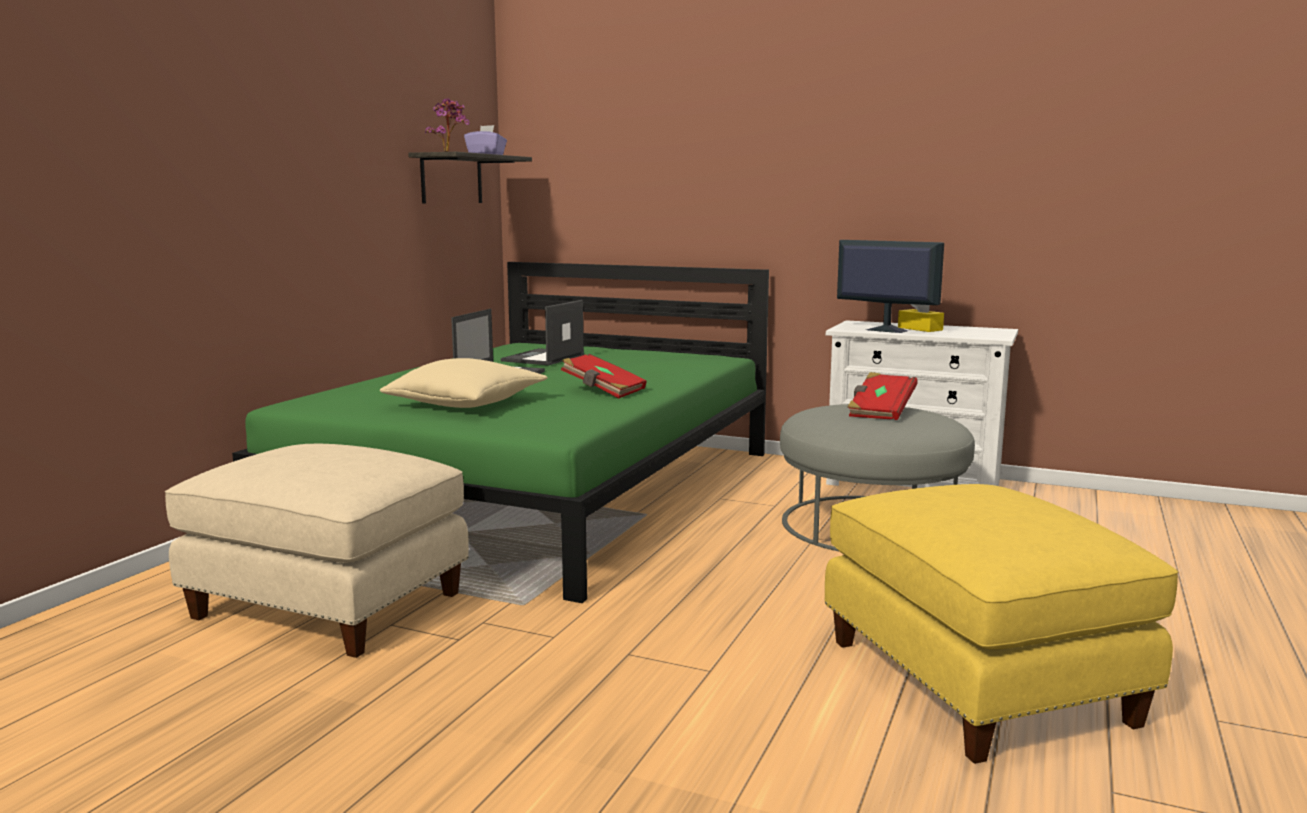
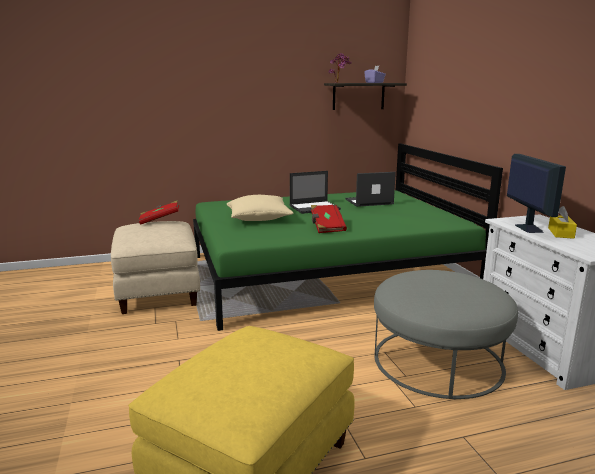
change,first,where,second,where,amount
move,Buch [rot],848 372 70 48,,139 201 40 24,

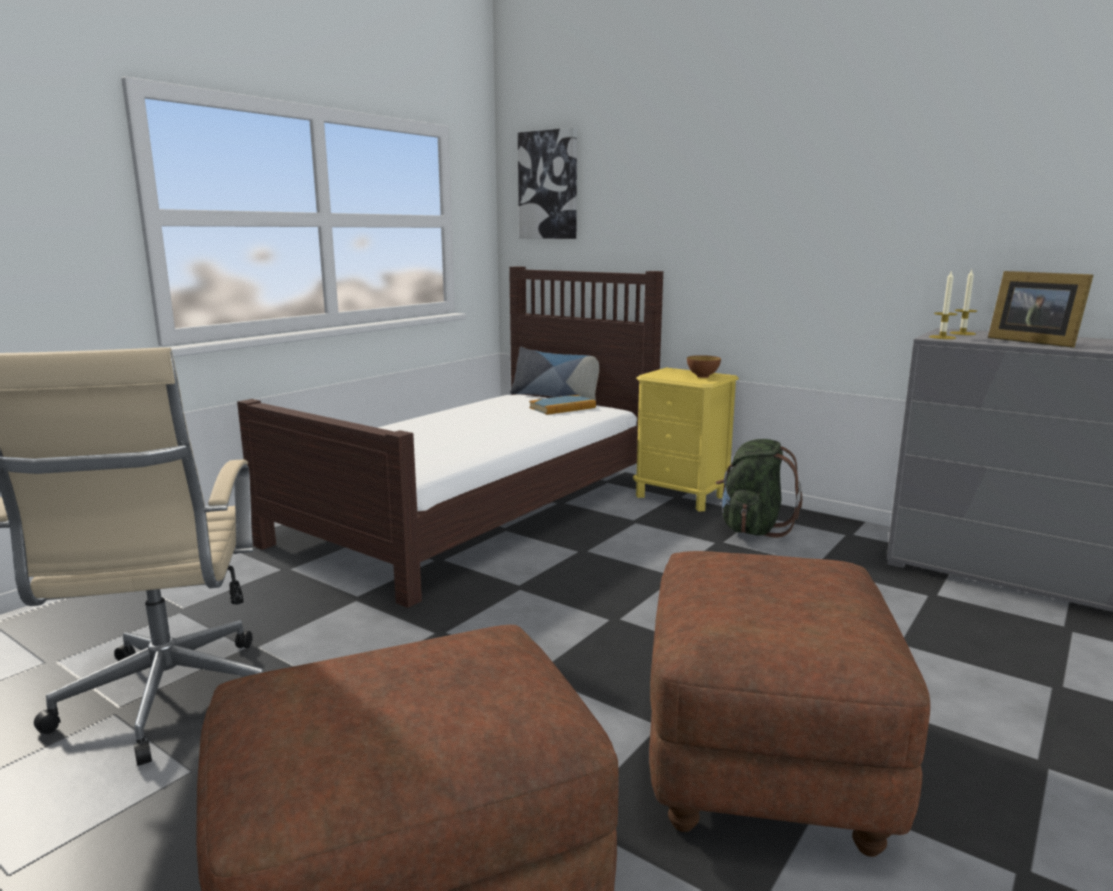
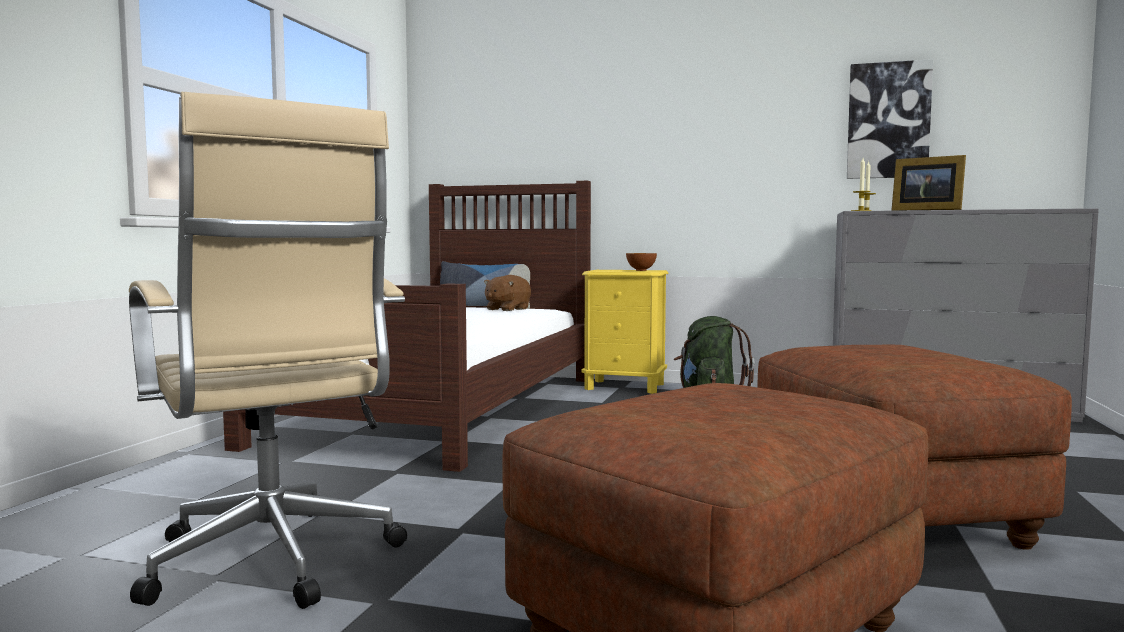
change,first,where,second,where,amount
replace,Buch,529 395 67 20,Plüschtier [braun],484 275 47 36,
move,Bild,518 127 59 112,,847 59 86 120,

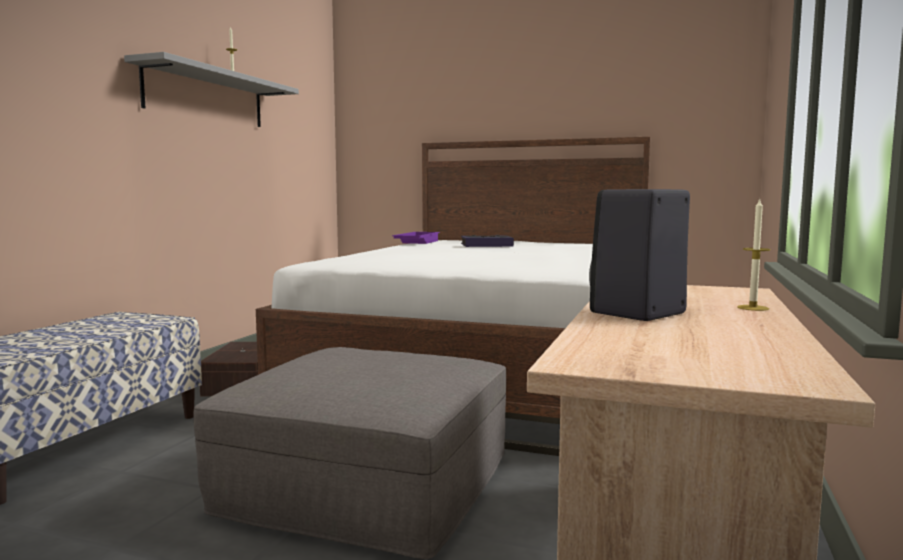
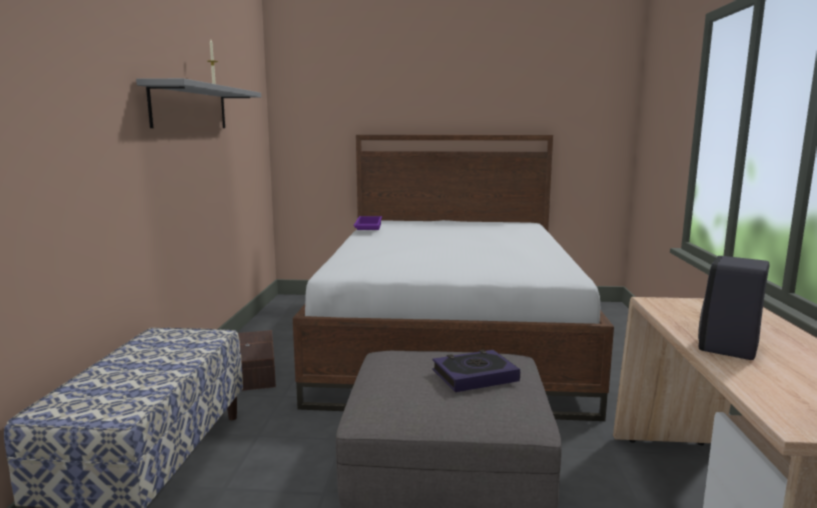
change,first,where,second,where,amount
move,Buch,461 235 53 12,,432 350 88 42,
delete,Kerze,737 198 33 113,,,

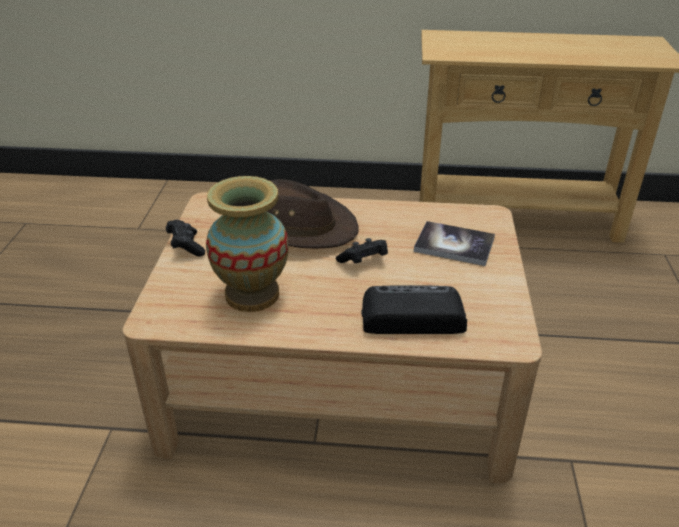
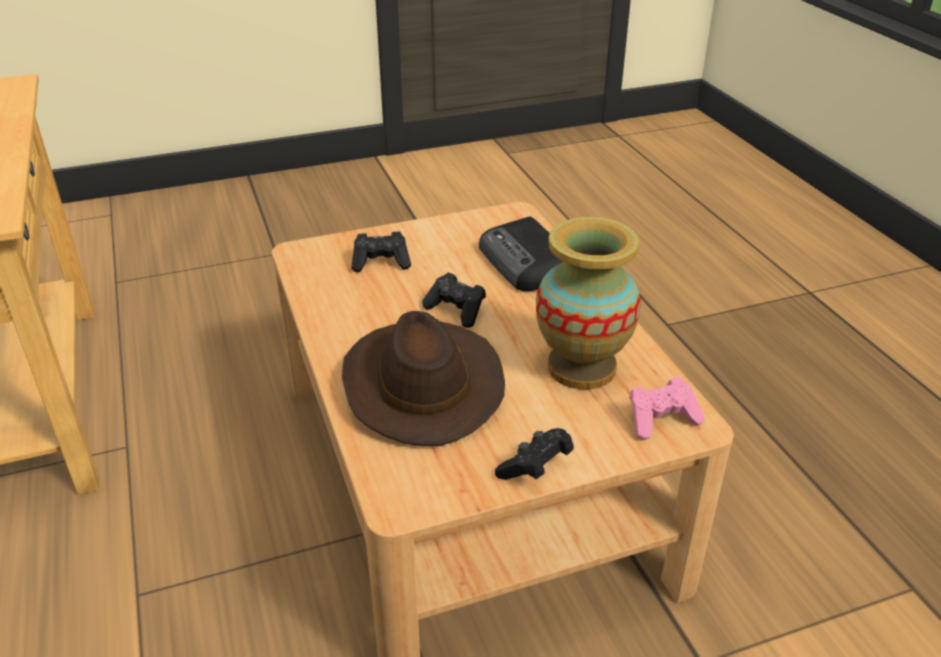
change,first,where,second,where,amount
replace,Buch,414 221 81 45,Gamepad [schwarz],351 232 60 40,
insert,,,Gamepad [rosa],629 377 75 63,

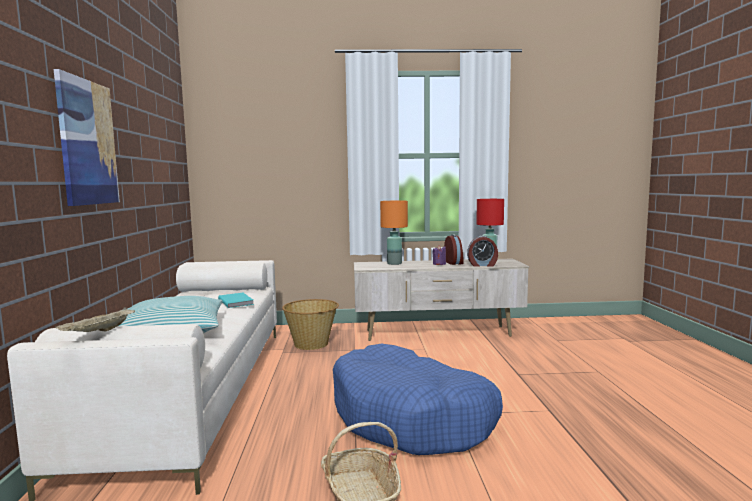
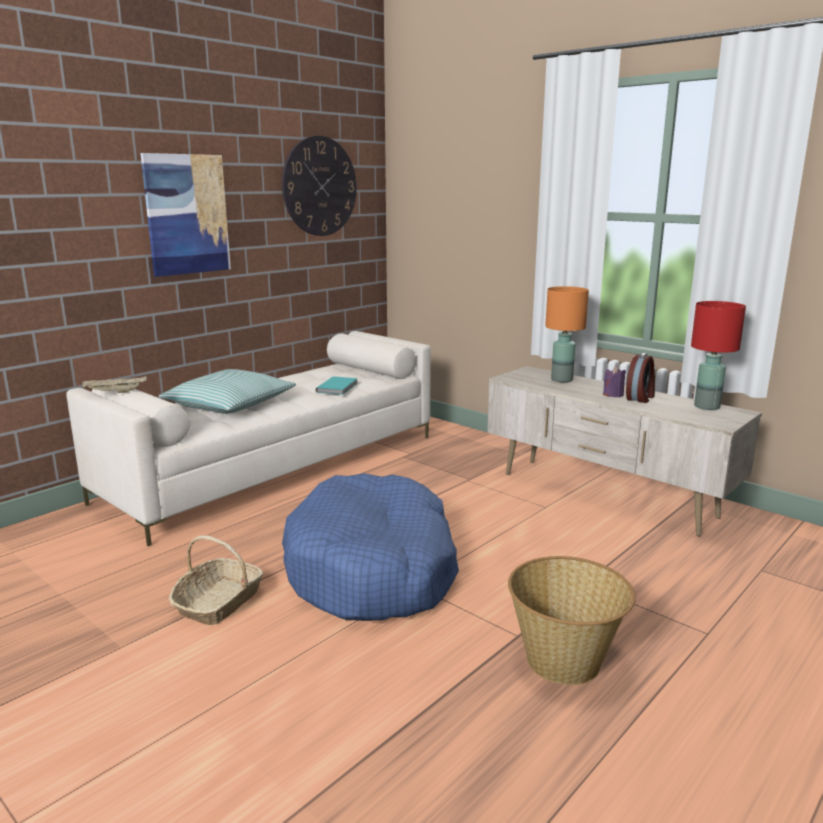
change,first,where,second,where,amount
insert,,,Wanduhr,282 136 75 100,
move,Korb,282 299 57 51,,508 556 128 129,
delete,Wecker,467 236 31 31,,,

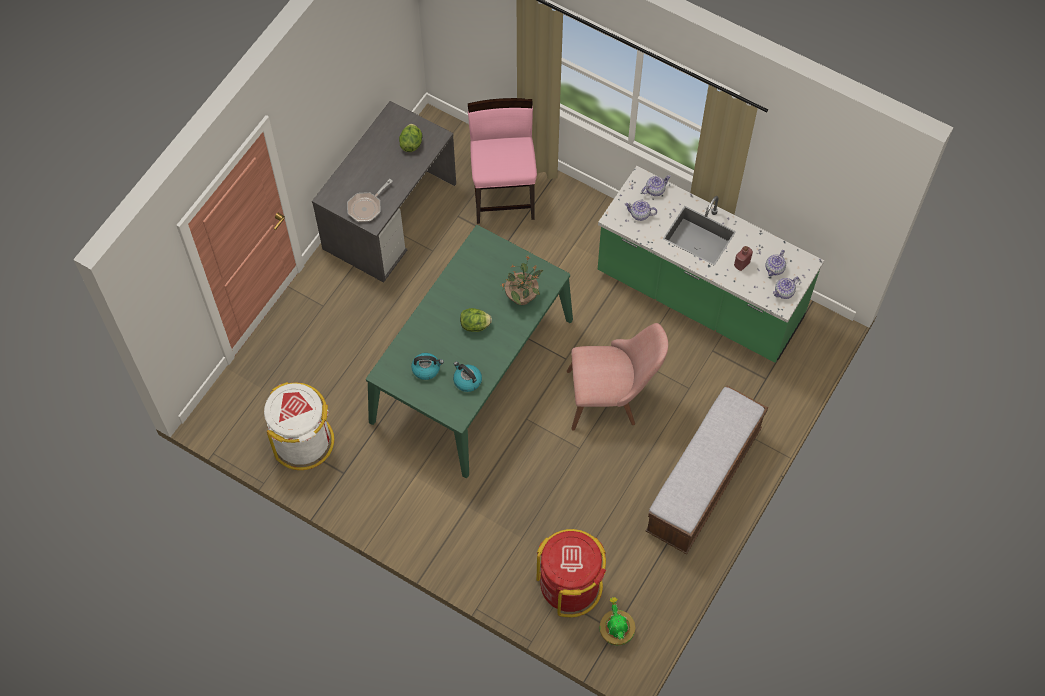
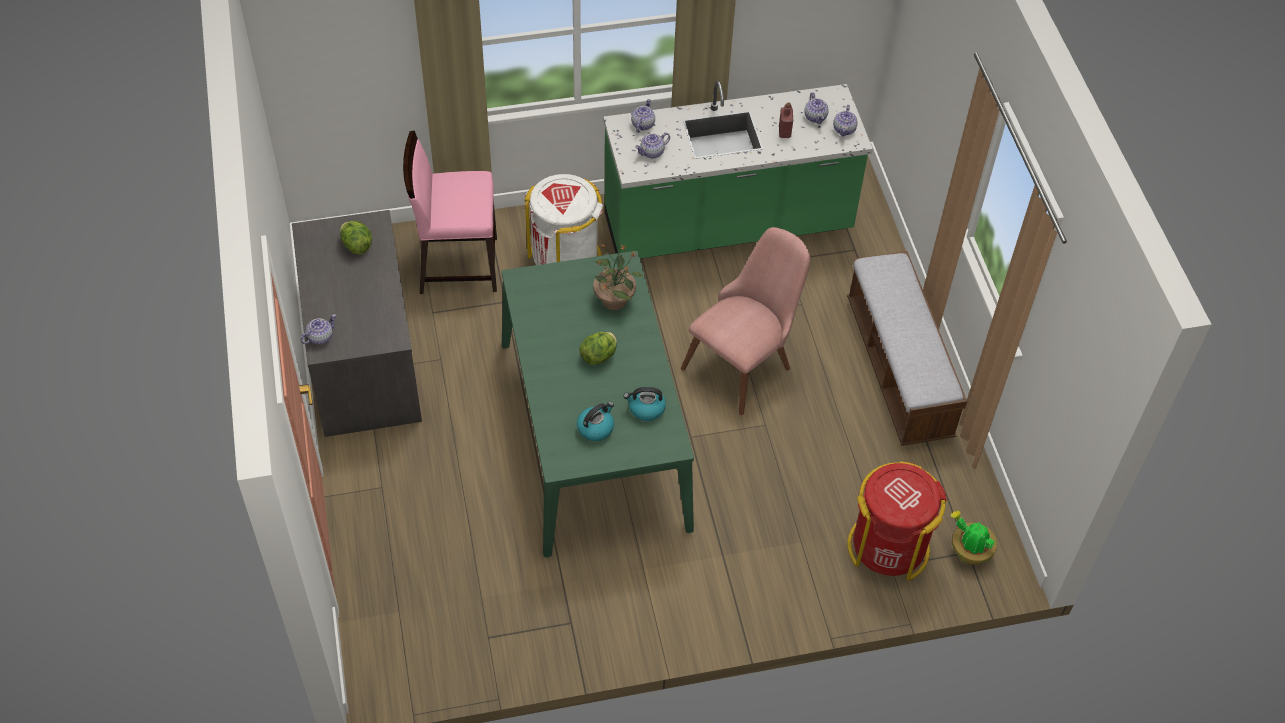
change,first,where,second,where,amount
insert,,,Teekanne,300 314 36 31,
rotate,Stuhl [rosa],468 98 69 126,,403 131 94 163,45 degrees counterclockwise
move,Mülleimer [weiß],264 382 70 88,,524 174 79 91,
delete,Pfanne,347 179 46 43,,,

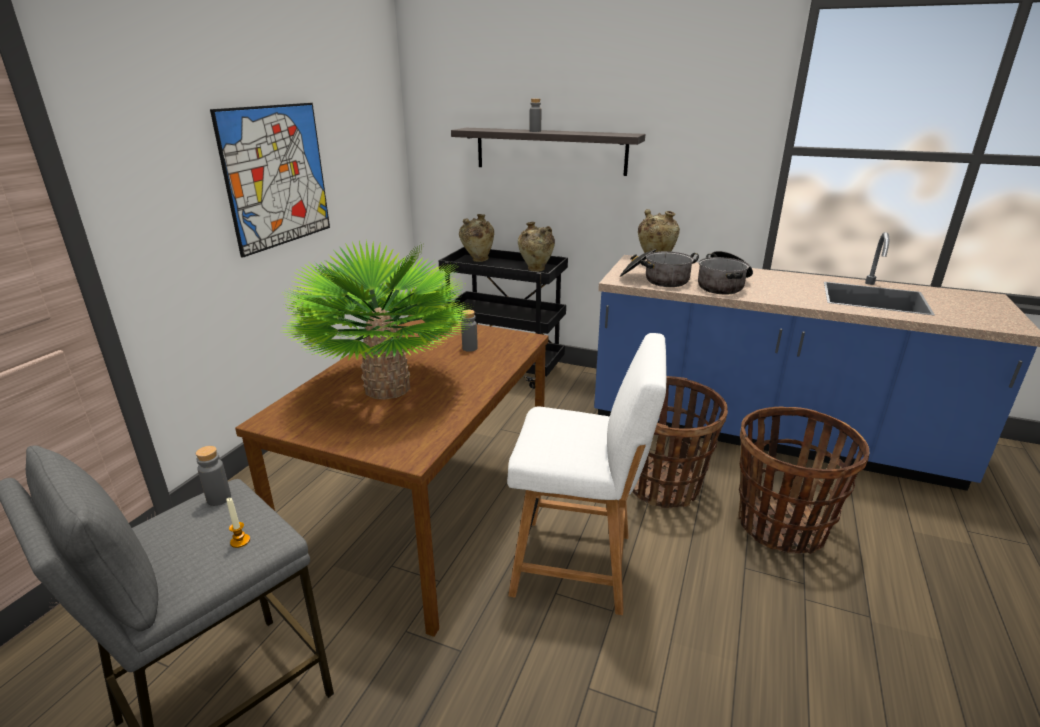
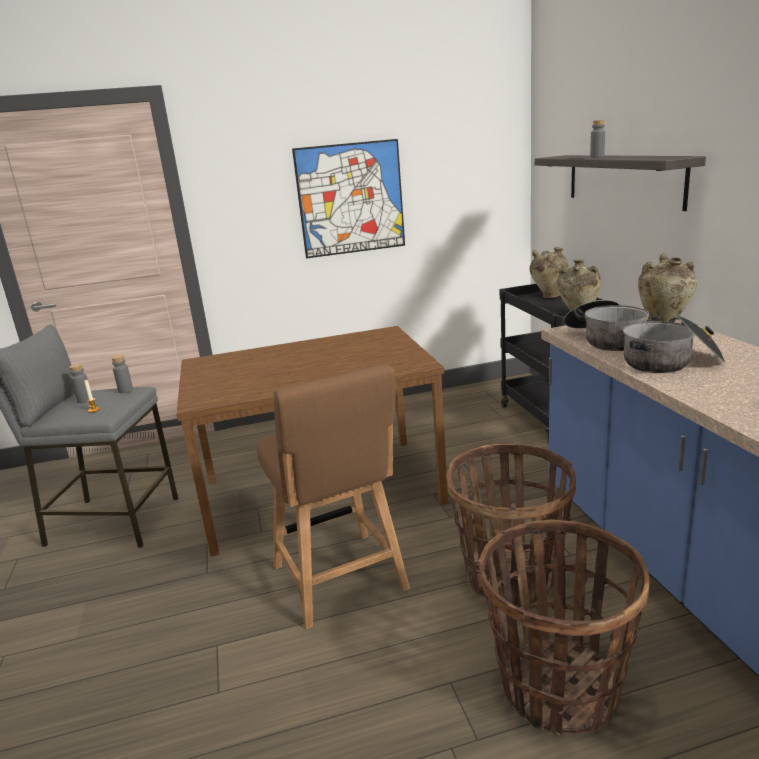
change,first,where,second,where,amount
move,Flasche [grau],461 310 17 42,,69 364 20 39,
recolor,Stuhl [weiß],507 333 160 282,Stuhl [braun],256 364 154 265,
delete,Topfpflanze,279 241 194 158,,,

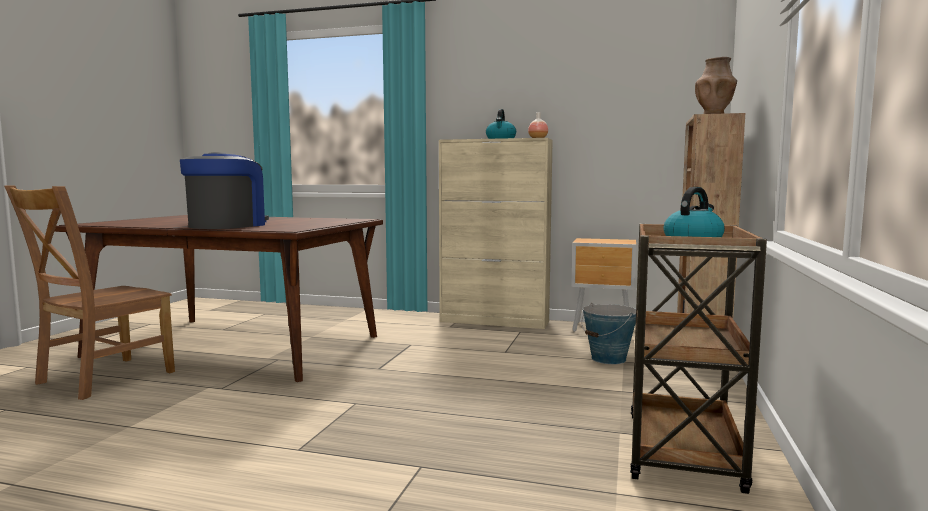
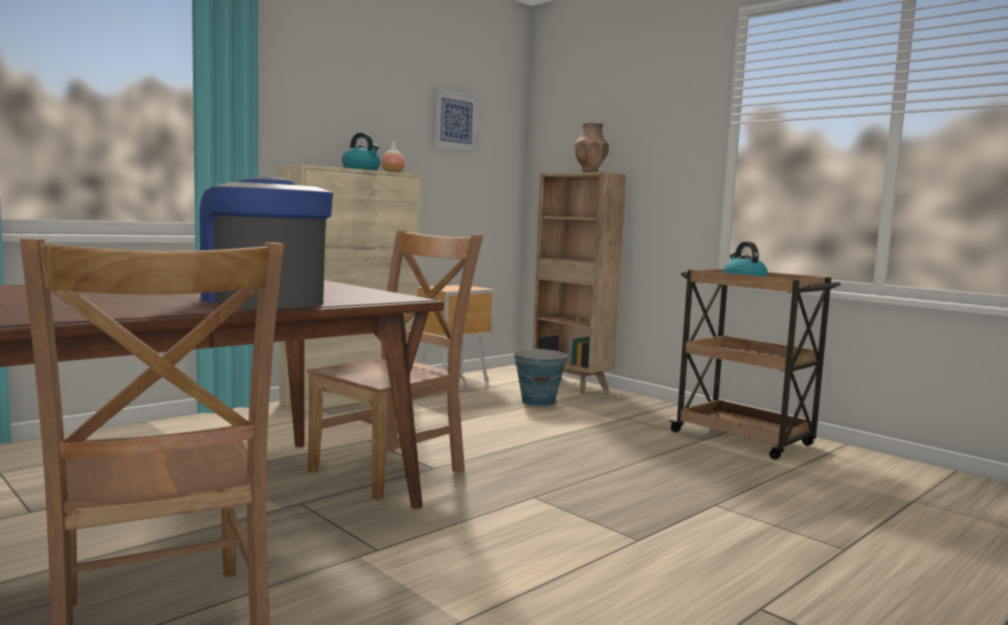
change,first,where,second,where,amount
insert,,,Stuhl [braun],307 230 176 270,
insert,,,Bild,432 88 47 64,

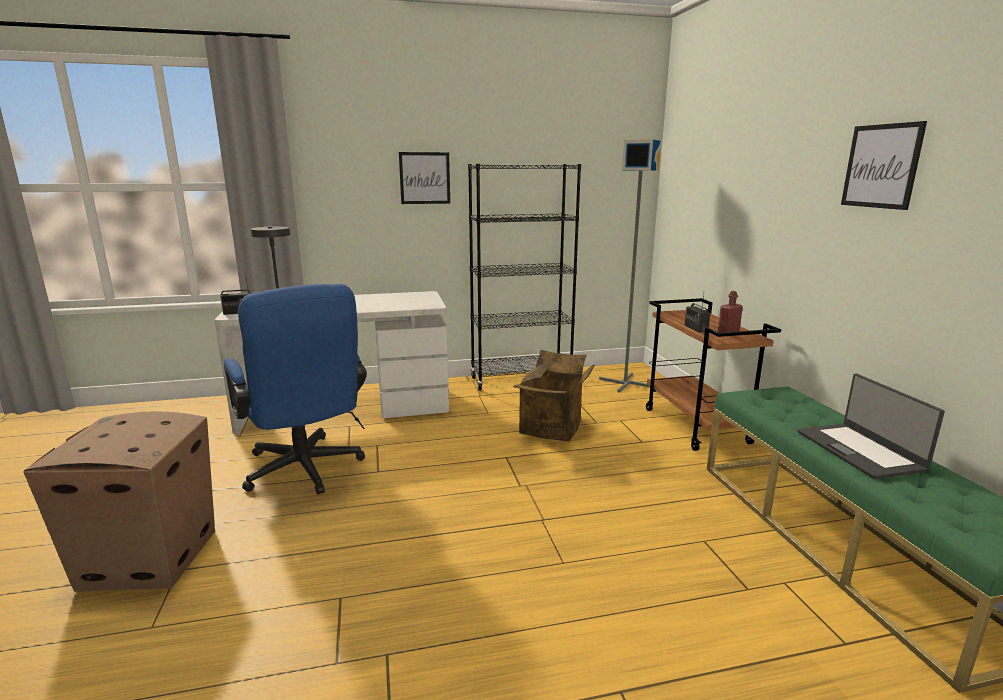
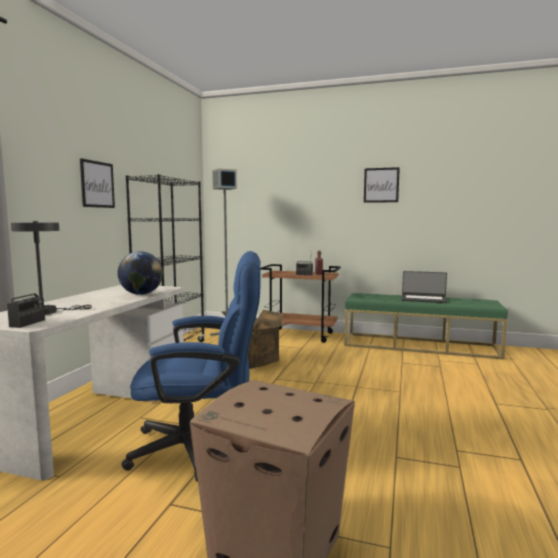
change,first,where,second,where,amount
insert,,,Globus,118 251 45 44,

